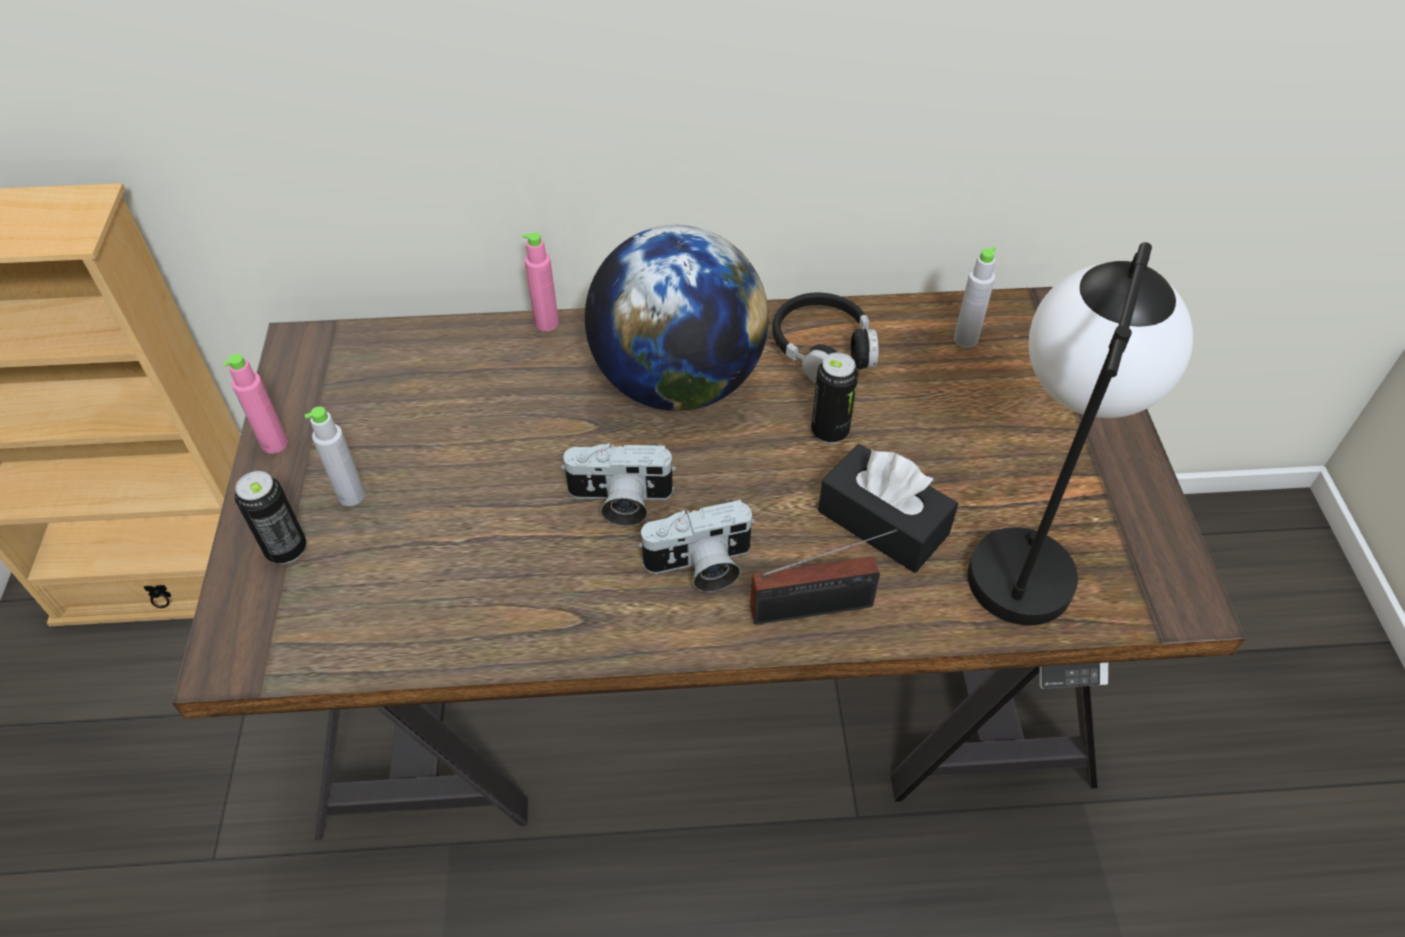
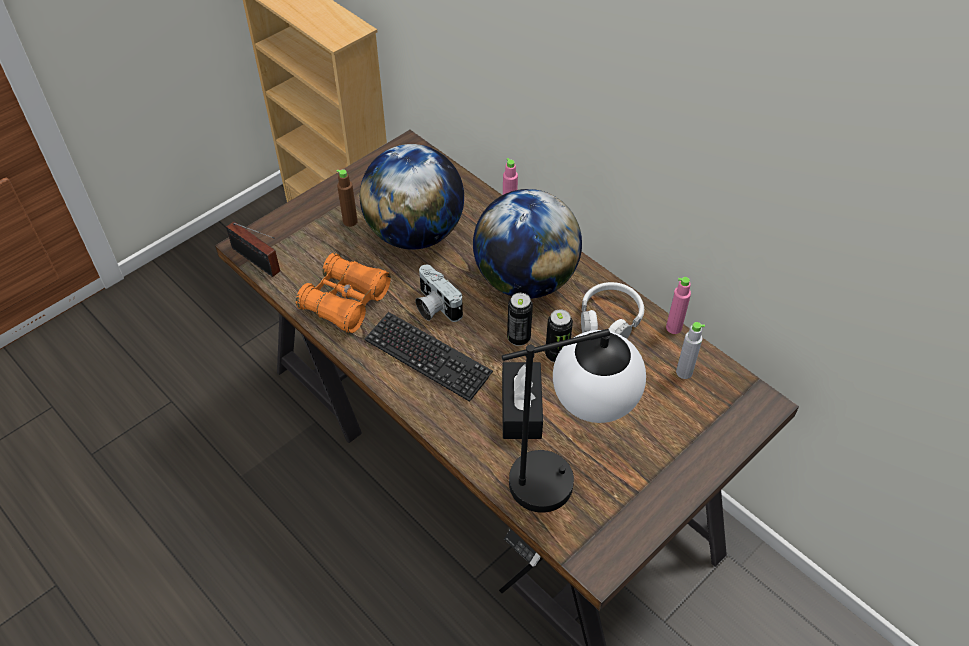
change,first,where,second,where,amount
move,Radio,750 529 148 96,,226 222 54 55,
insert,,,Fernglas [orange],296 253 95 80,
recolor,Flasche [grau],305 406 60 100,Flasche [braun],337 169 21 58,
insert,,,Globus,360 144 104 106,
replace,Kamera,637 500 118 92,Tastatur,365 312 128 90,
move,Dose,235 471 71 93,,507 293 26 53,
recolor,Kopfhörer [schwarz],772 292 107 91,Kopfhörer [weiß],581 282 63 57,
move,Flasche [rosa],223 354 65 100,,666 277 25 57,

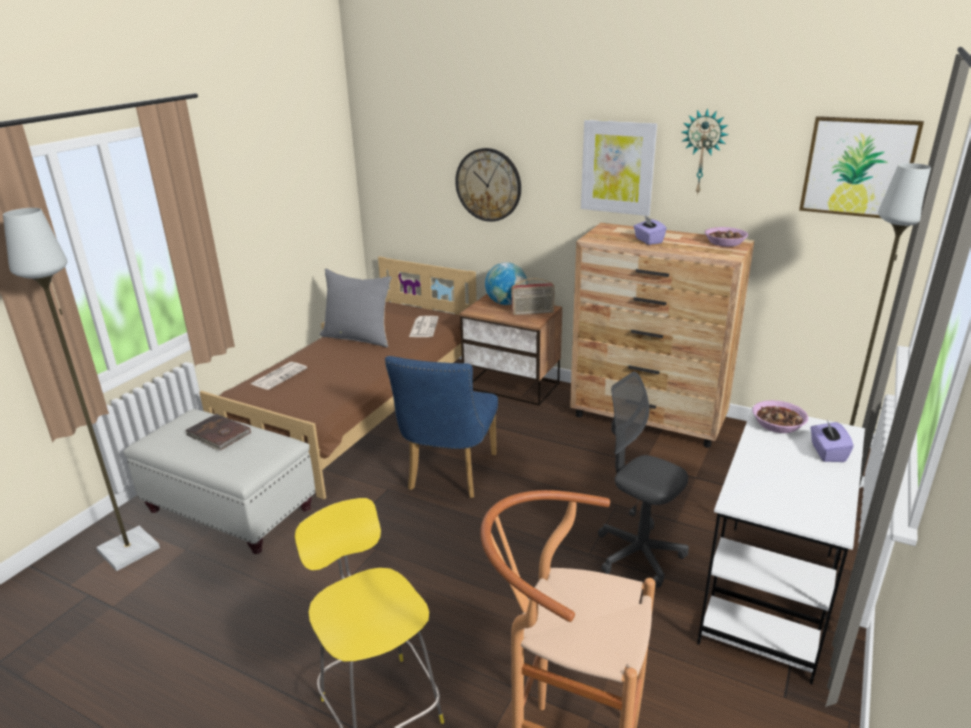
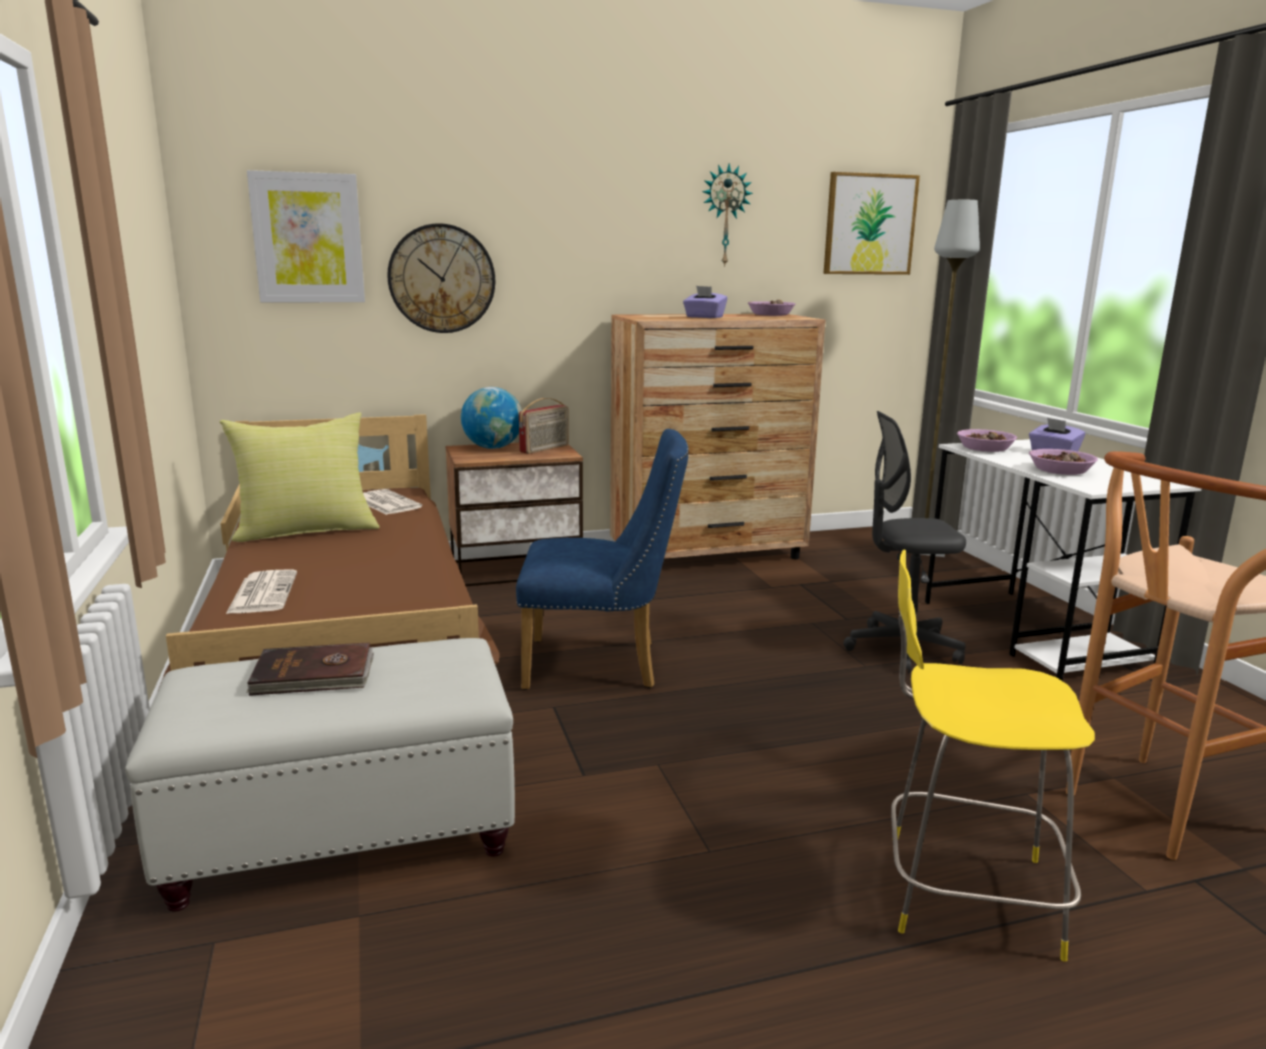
change,first,where,second,where,amount
recolor,Kissen [grau],320 269 72 78,Kissen [gelb],220 412 160 130,
move,Bild,581 120 76 96,,247 170 118 132,
rotate,Stuhl [blau],385 356 113 142,,516 429 173 261,60 degrees counterclockwise
insert,,,Schüssel,1029 449 69 26,
delete,Stehlampe [grau],3 208 157 363,,,

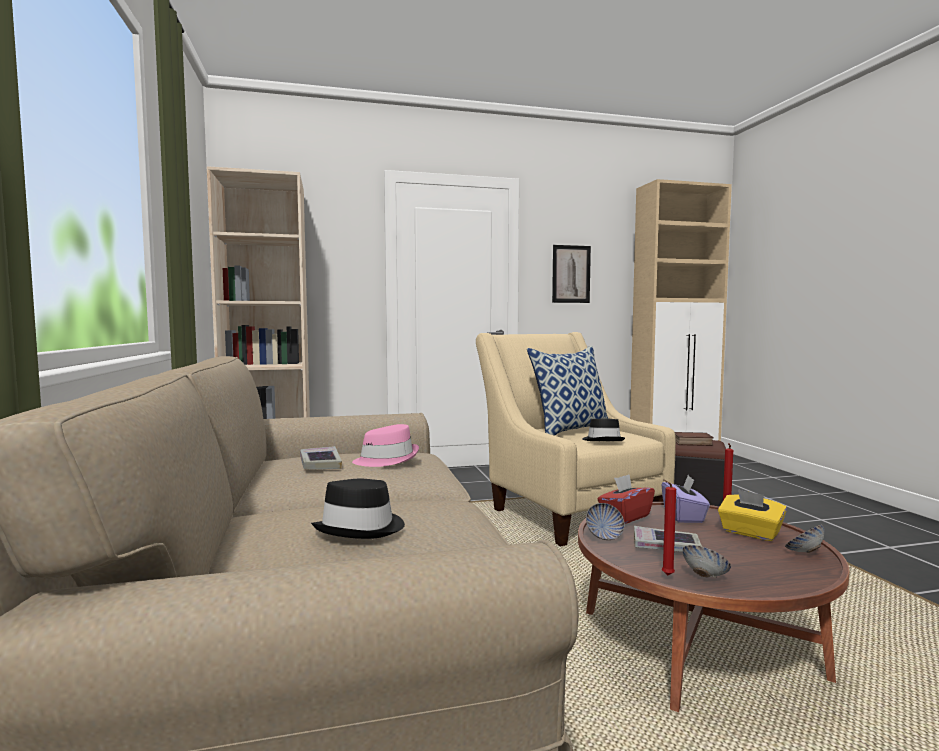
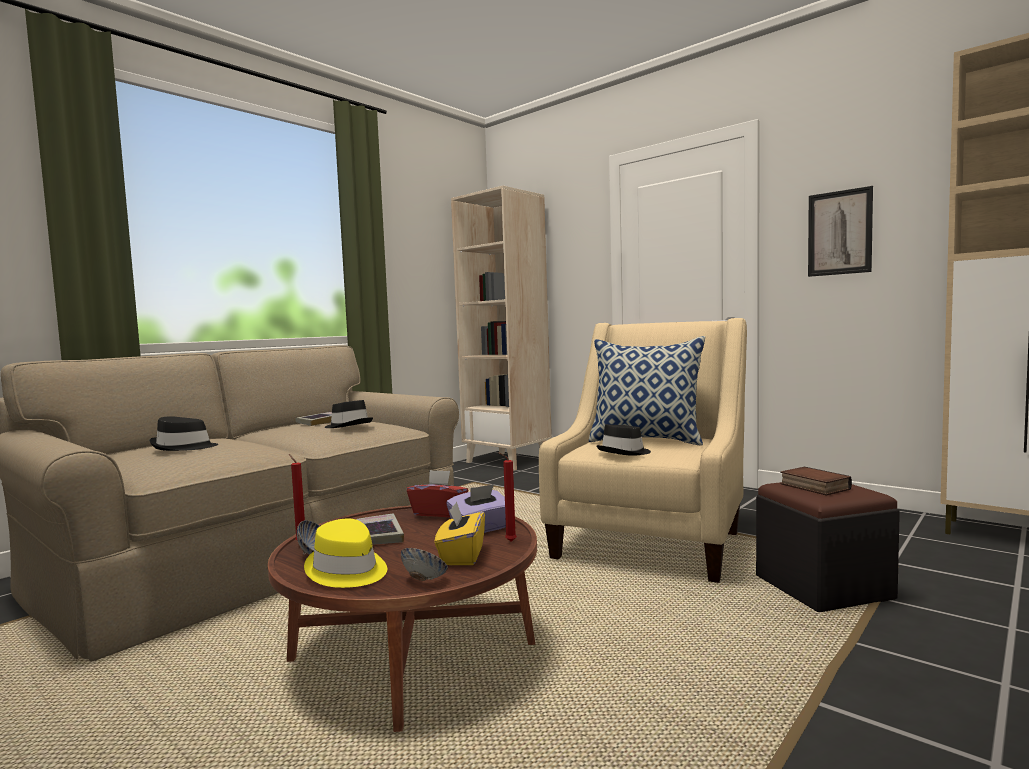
change,first,where,second,where,amount
insert,,,Hut [gelb],304 518 83 70,
recolor,Hut [rosa],352 424 67 43,Hut [schwarz],325 400 48 28,
delete,Schüssel,586 503 39 37,,,

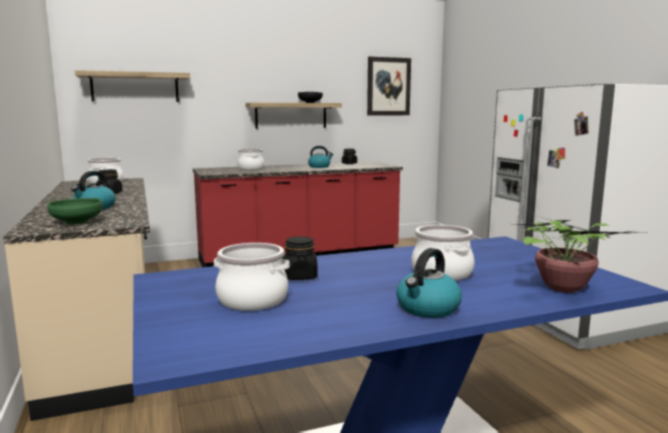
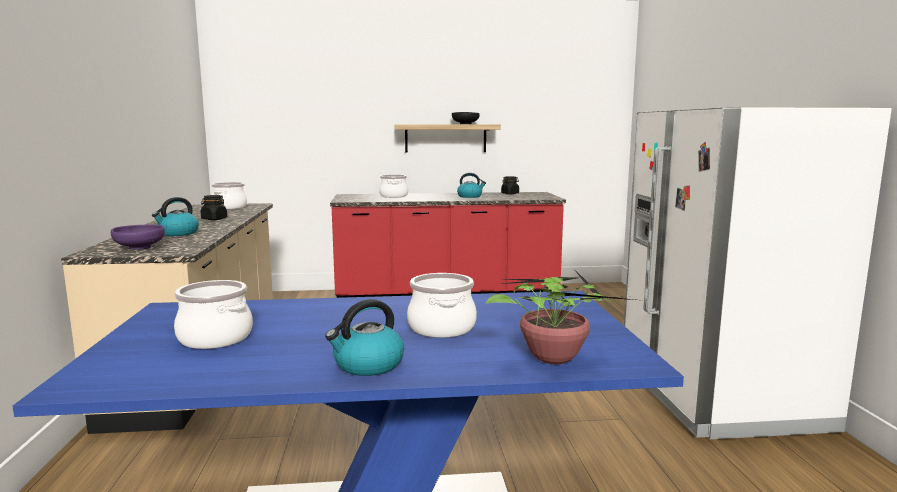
change,first,where,second,where,amount
recolor,Schüssel [grün],47 198 56 26,Schüssel [lila],111 225 54 25,
delete,Wandregal,75 70 115 32,,,
delete,Vorratsglas [schwarz],283 236 34 44,,,
delete,Bild,367 57 44 58,,,

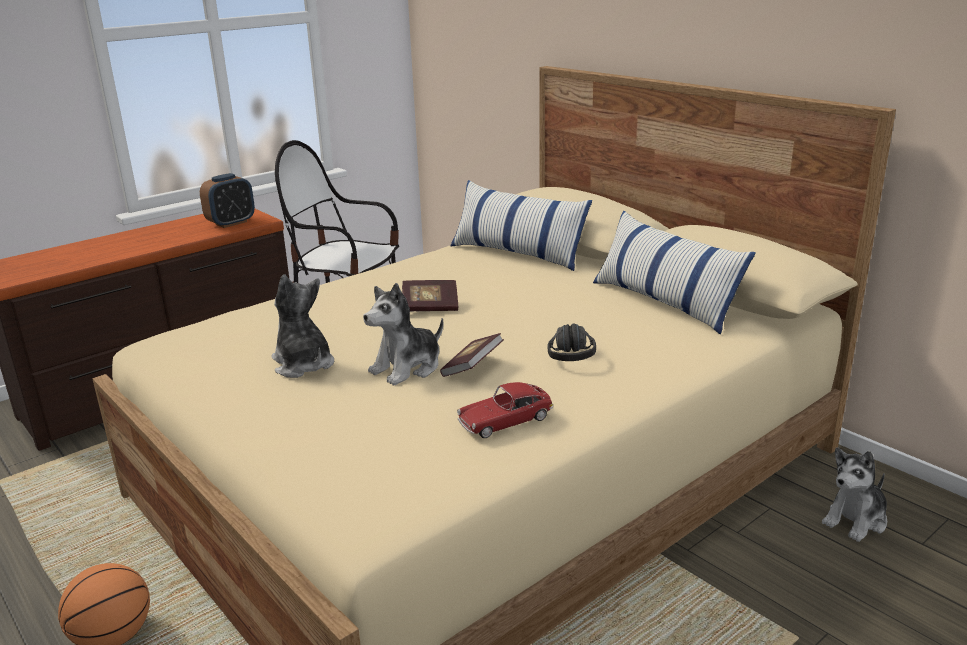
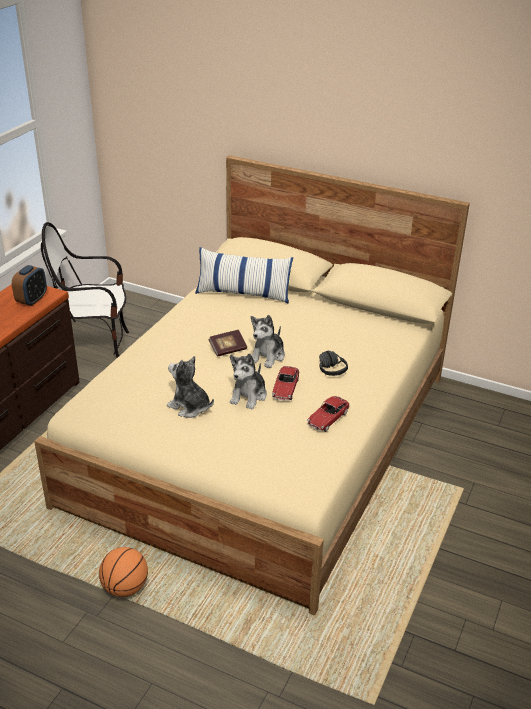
change,first,where,second,where,amount
move,Plüschtier,822 447 65 95,,251 315 34 53,
replace,Buch,440 333 64 44,Spielzeugauto,272 366 28 35,
delete,Kissen,593 211 163 123,,,

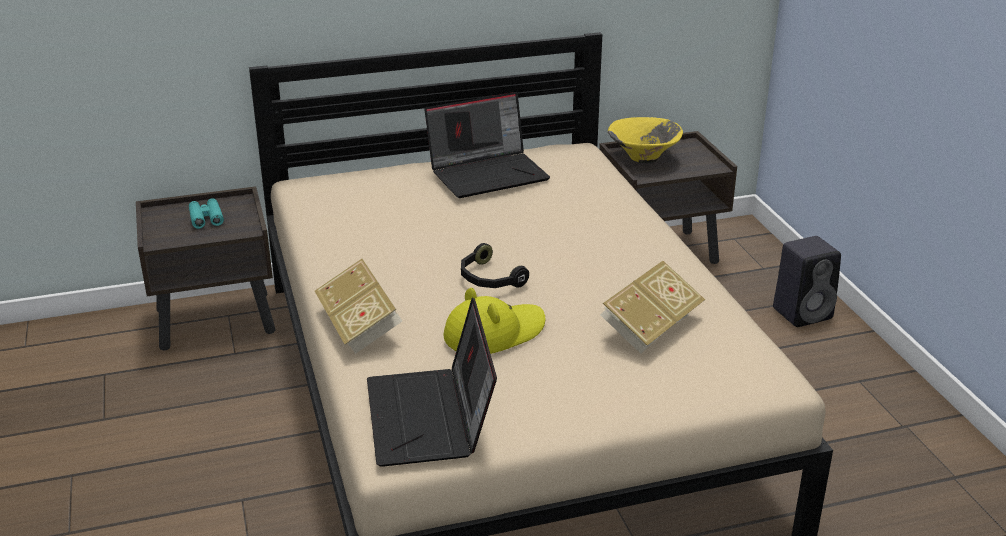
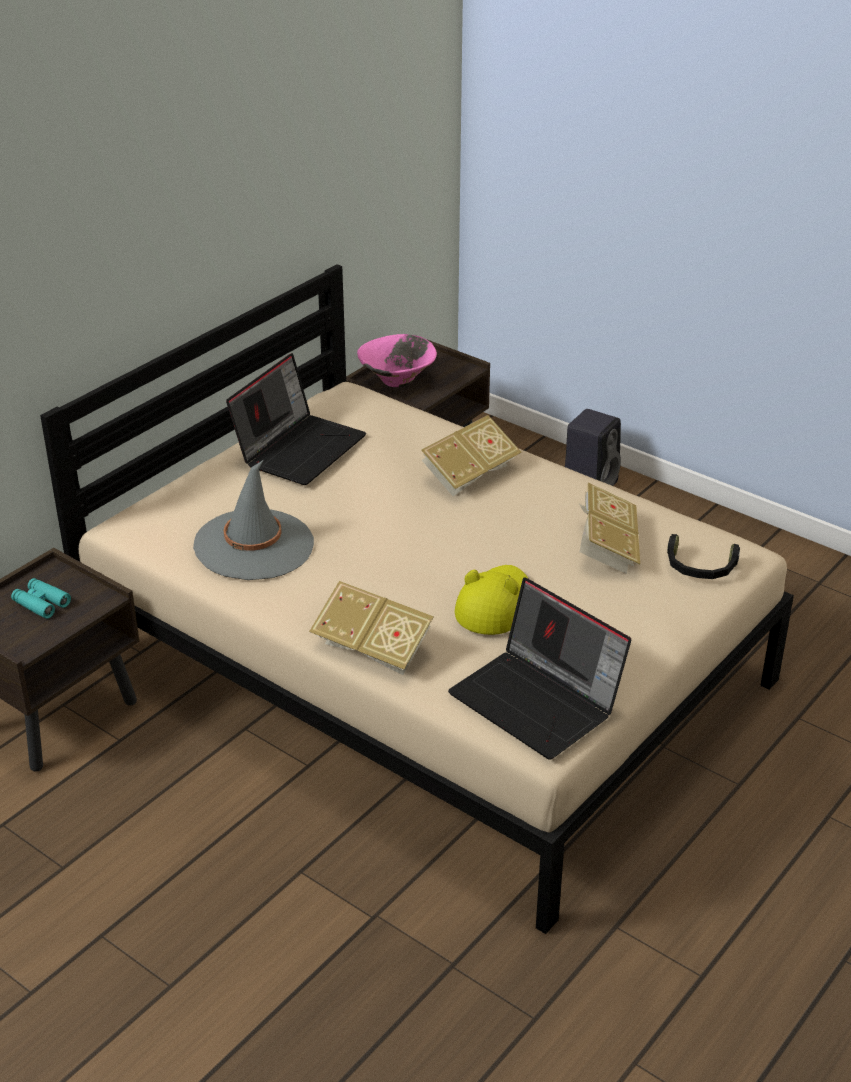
change,first,where,second,where,amount
insert,,,Hut [grau],193 460 121 120,
recolor,Schüssel [gelb],608 117 75 46,Schüssel [rosa],357 334 80 53,
insert,,,Buch,421 415 100 81,
move,Kopfhörer [schwarz],461 243 68 45,,667 534 73 45,

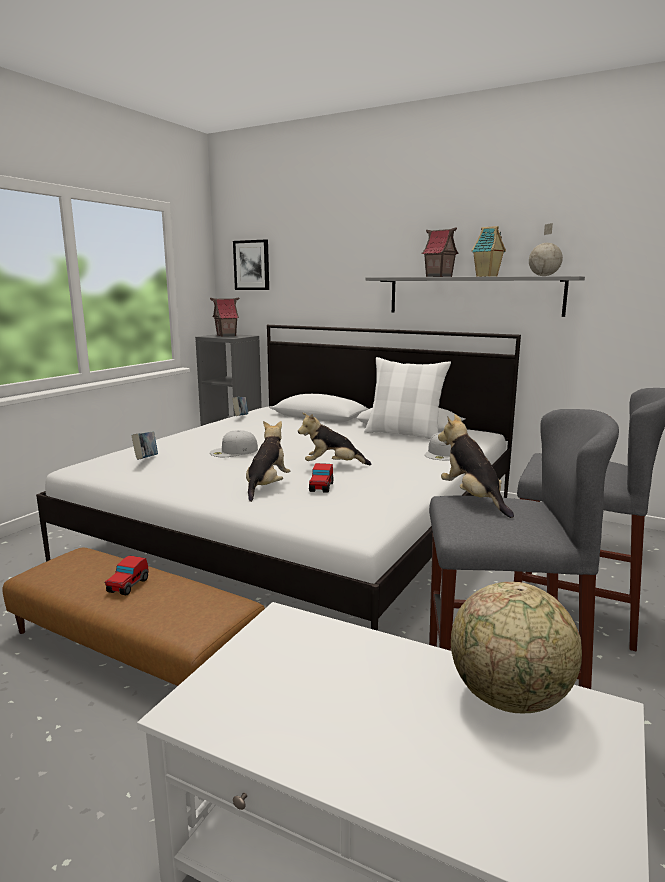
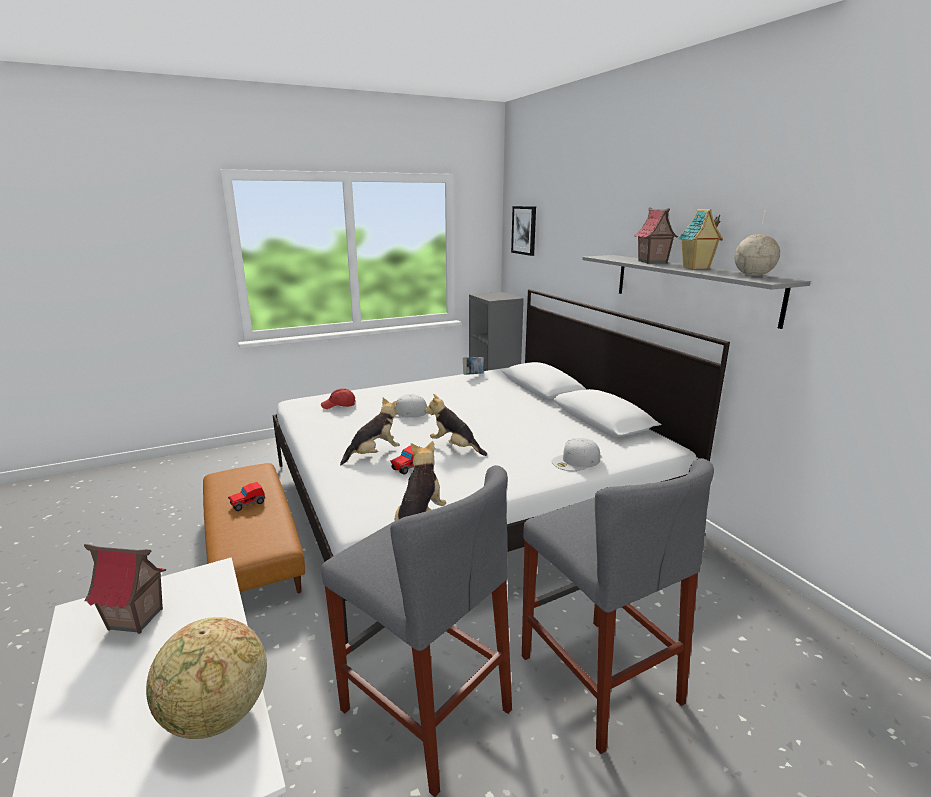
change,first,where,second,where,amount
move,Spielzeughaus,210 298 29 39,,84 544 82 90,
replace,Buch,131 431 27 29,Kappe [rot],321 388 34 21,
delete,Kissen [weiß],364 357 87 82,,,

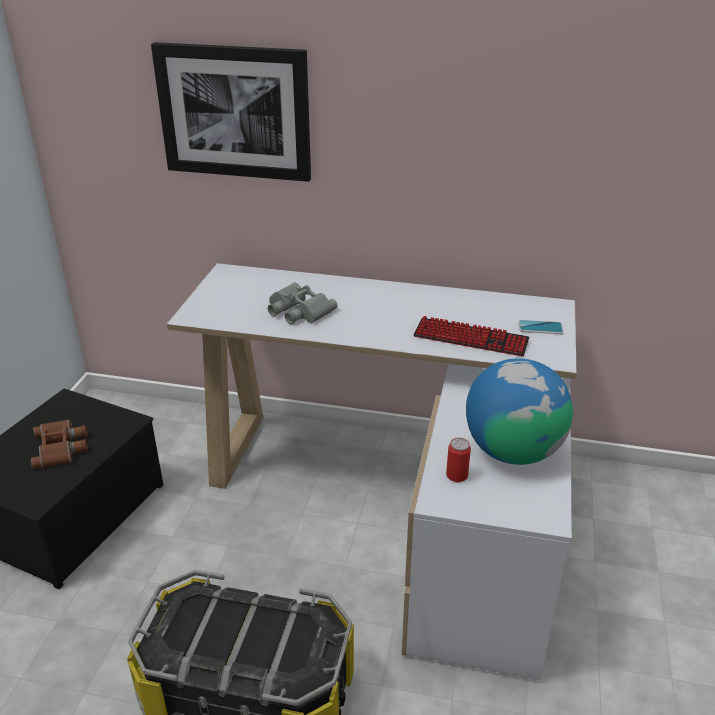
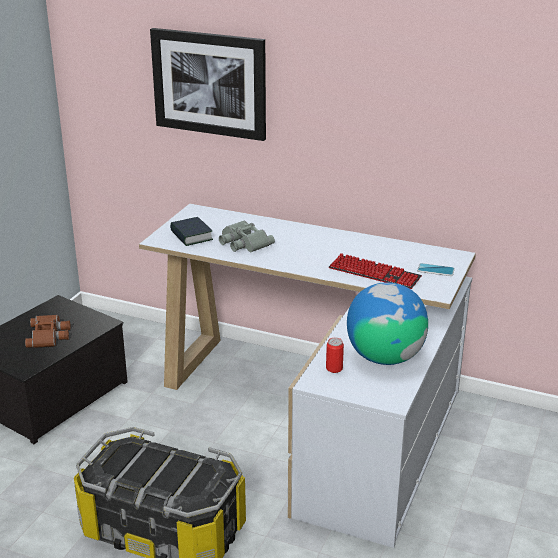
change,first,where,second,where,amount
insert,,,Buch,170 217 43 29,

